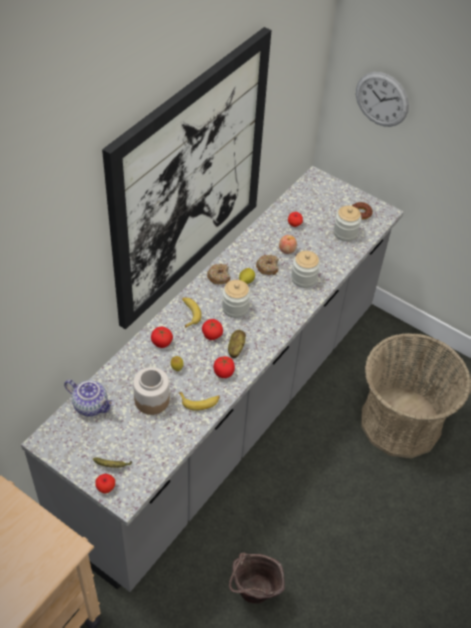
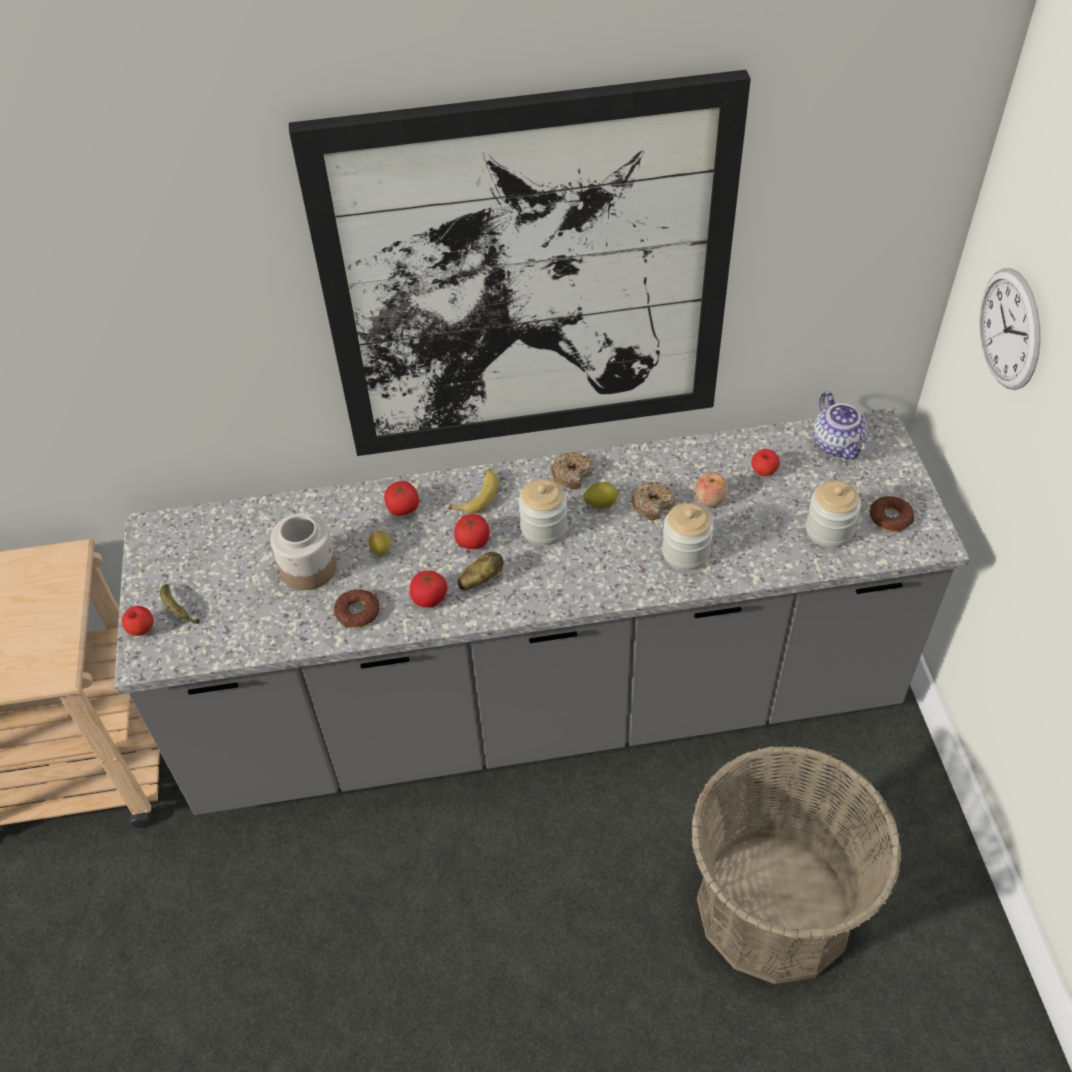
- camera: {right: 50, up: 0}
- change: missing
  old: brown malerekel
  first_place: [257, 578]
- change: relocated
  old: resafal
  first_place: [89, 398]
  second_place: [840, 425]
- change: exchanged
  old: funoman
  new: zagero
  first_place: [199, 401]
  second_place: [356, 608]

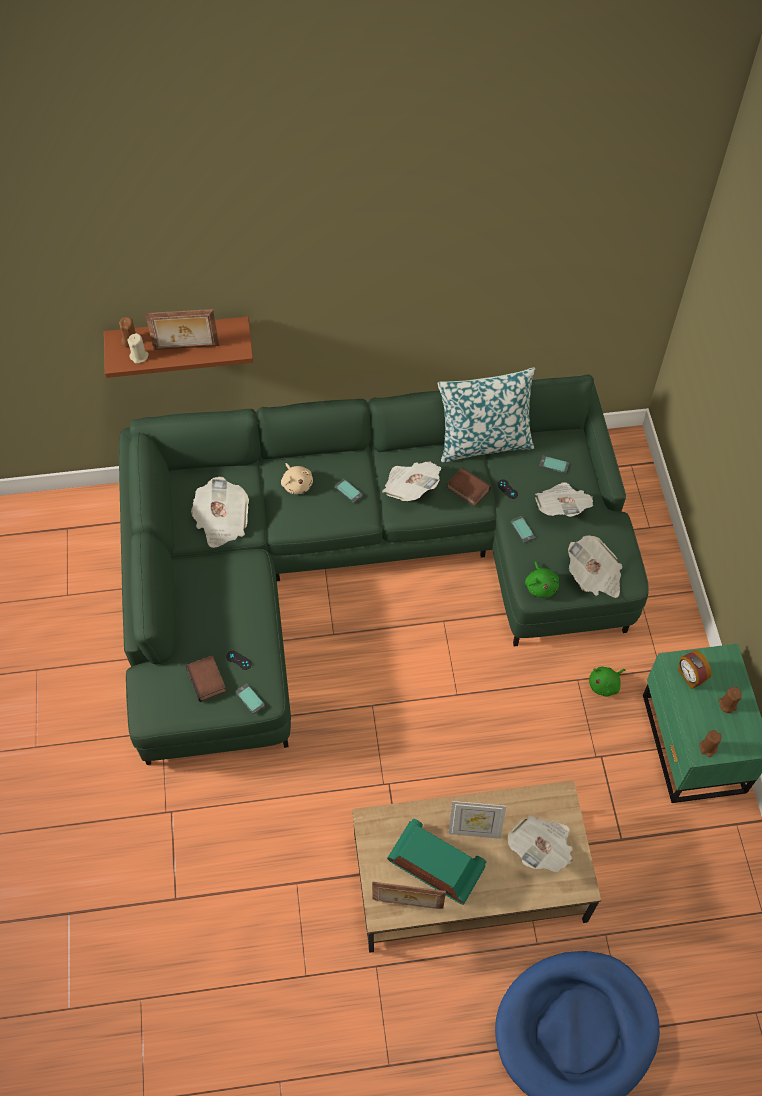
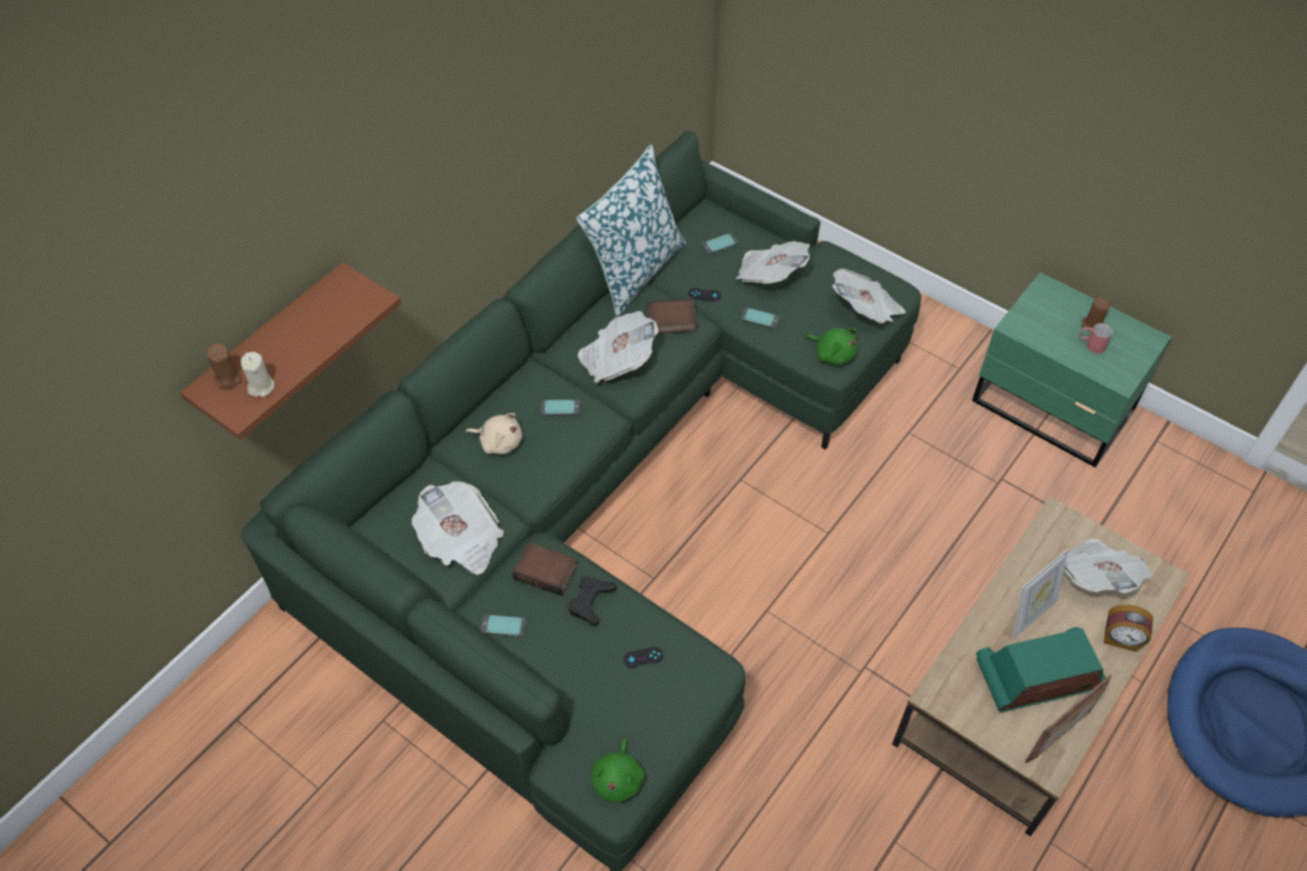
- camera: {right: -45, up: -5}
- change: missing
  old: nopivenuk
  first_place: [182, 329]
- change: missing
  old: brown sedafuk
  first_place: [710, 743]
- change: appeared
  new: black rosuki
  second_place: [592, 601]
- change: appeared
  new: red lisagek
  second_place: [1096, 338]
- change: relocated
  old: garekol
  first_place: [206, 678]
  second_place: [545, 569]
- change: relocated
  old: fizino
  first_place: [250, 698]
  second_place: [503, 625]
- change: relocated
  old: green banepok
  first_place: [607, 682]
  second_place: [618, 770]
- change: relocated
  old: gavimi
  first_place: [695, 669]
  second_place: [1128, 628]

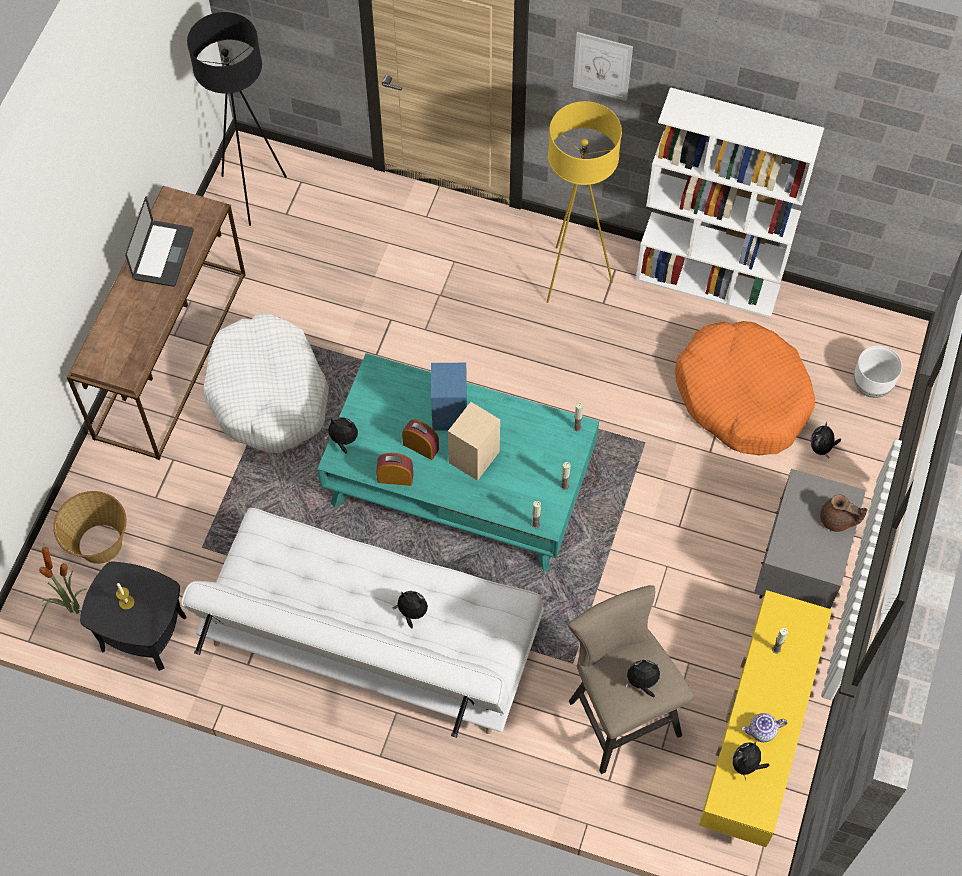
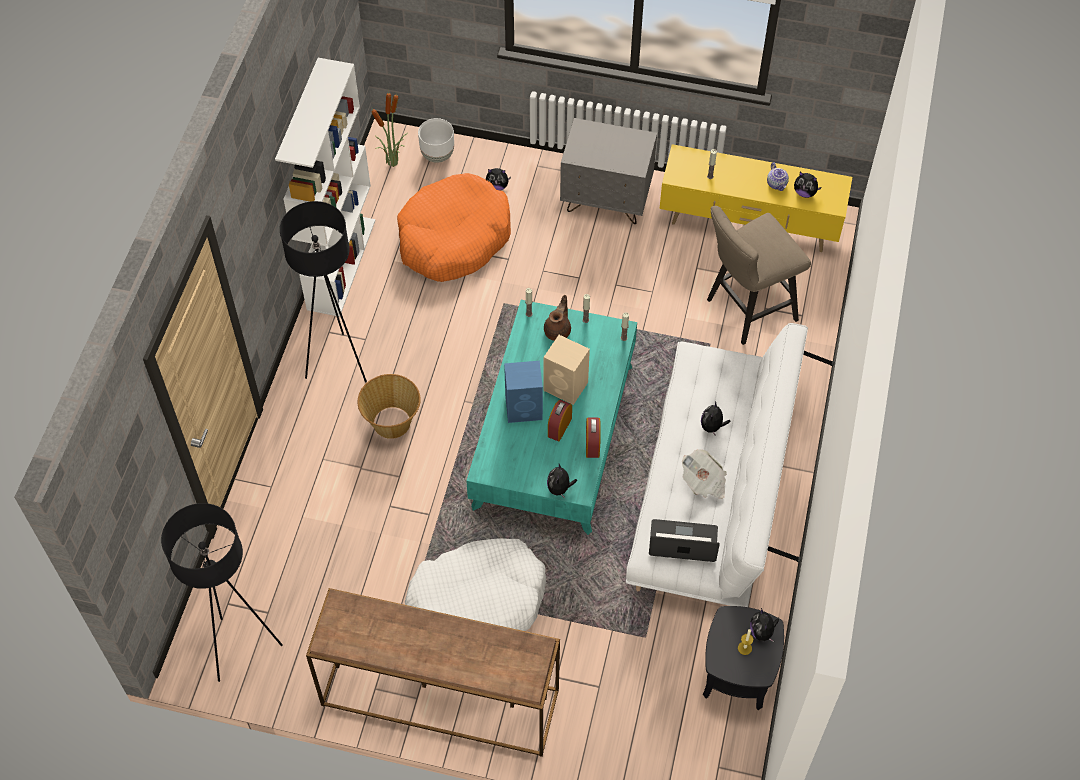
- camera: {right: -95, up: -5}
- change: missing
  old: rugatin
  first_place: [603, 66]
- change: appeared
  new: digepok
  second_place: [704, 474]
- change: relocated
  old: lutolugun
  first_place: [63, 578]
  second_place: [389, 130]
- change: relocated
  old: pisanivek
  first_place: [90, 527]
  second_place: [389, 406]
- change: relocated
  old: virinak
  first_place: [159, 242]
  second_place: [684, 540]
- change: relocated
  old: banepok
  first_place: [643, 678]
  second_place: [764, 625]
- change: relocated
  old: brown resafal
  first_place: [844, 513]
  second_place: [557, 318]
- change: colour
  old: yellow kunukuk
  new: black kunukuk
  first_place: [584, 202]
  second_place: [323, 291]

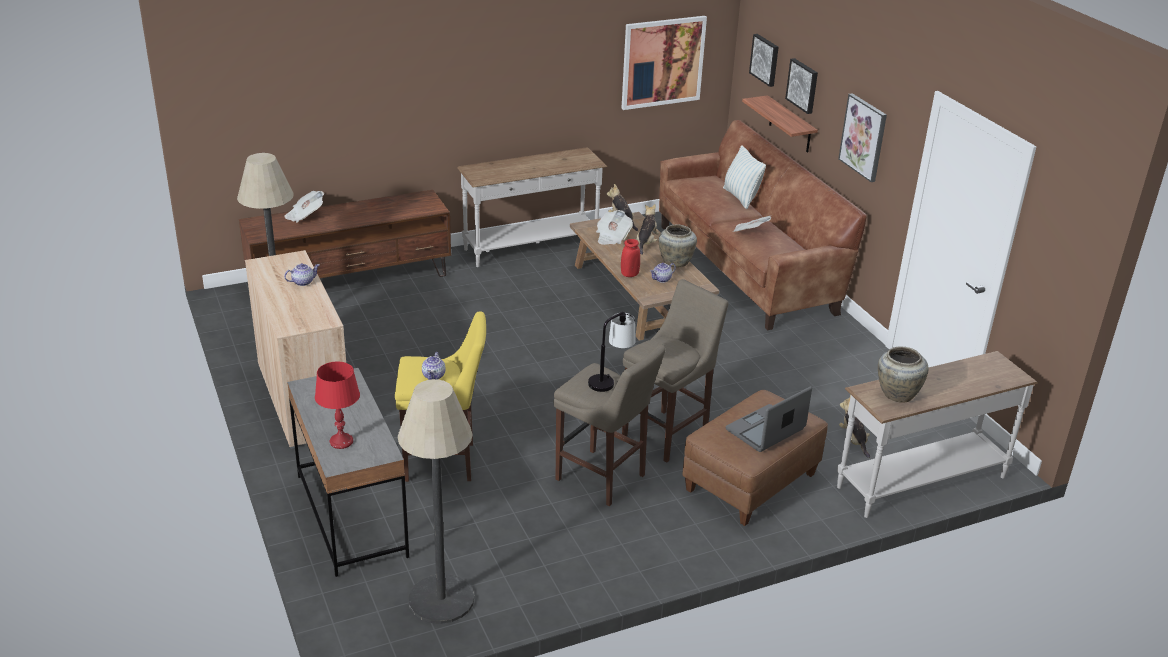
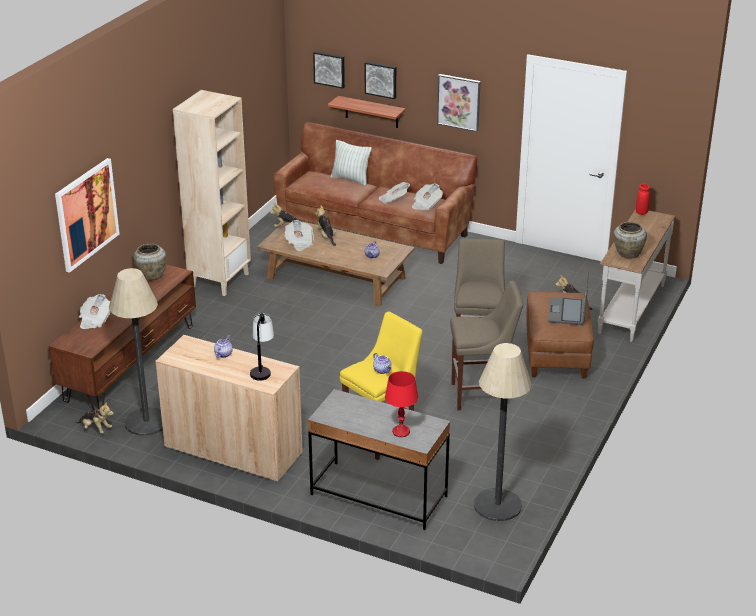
- camera: {right: -40, up: 0}
- change: appeared
  new: banepok
  second_place: [95, 417]
- change: appeared
  new: digepok
  second_place: [427, 197]
- change: relocated
  old: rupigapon
  first_place: [612, 352]
  second_place: [262, 347]
- change: relocated
  old: rugatin
  first_place: [664, 63]
  second_place: [87, 215]
- change: relocated
  old: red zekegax
  first_place: [630, 258]
  second_place: [643, 199]
- change: relocated
  old: beige zekegax
  first_place: [678, 245]
  second_place: [149, 262]
- change: exchanged
  old: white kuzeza
  new: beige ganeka
  first_place: [532, 207]
  second_place: [212, 193]

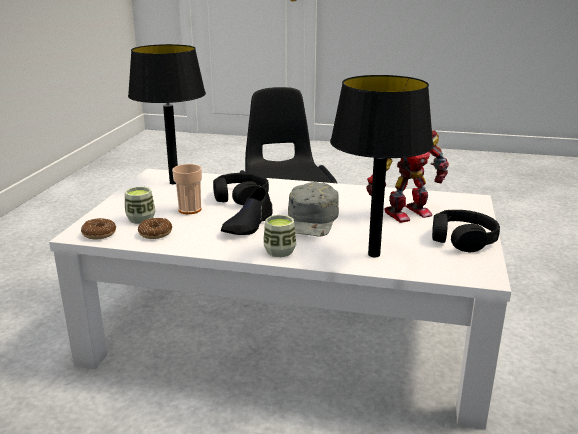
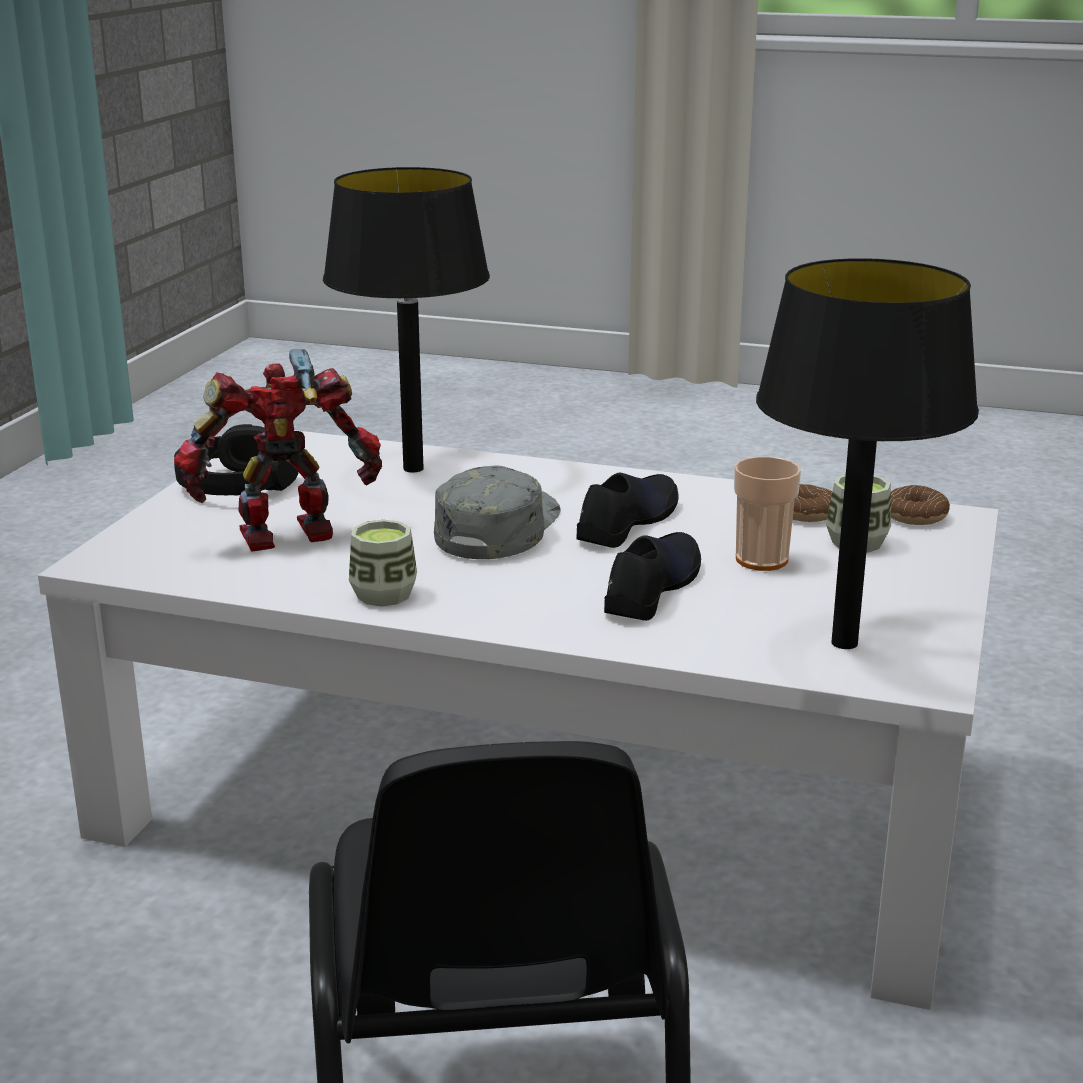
- camera: {right: -175, up: 0}
- change: relocated
  old: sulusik
  first_place: [279, 236]
  second_place: [383, 563]
- change: exchanged
  old: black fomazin
  new: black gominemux
  first_place: [241, 189]
  second_place: [652, 576]

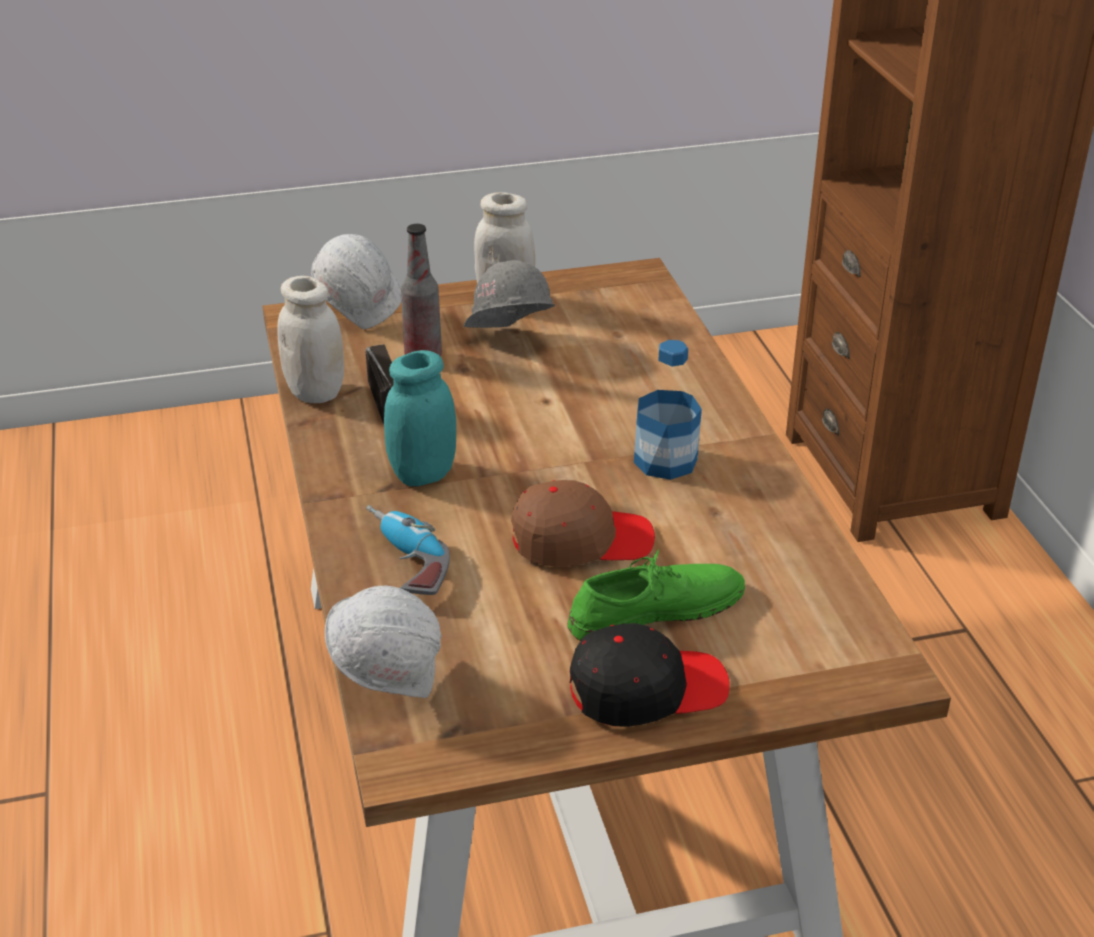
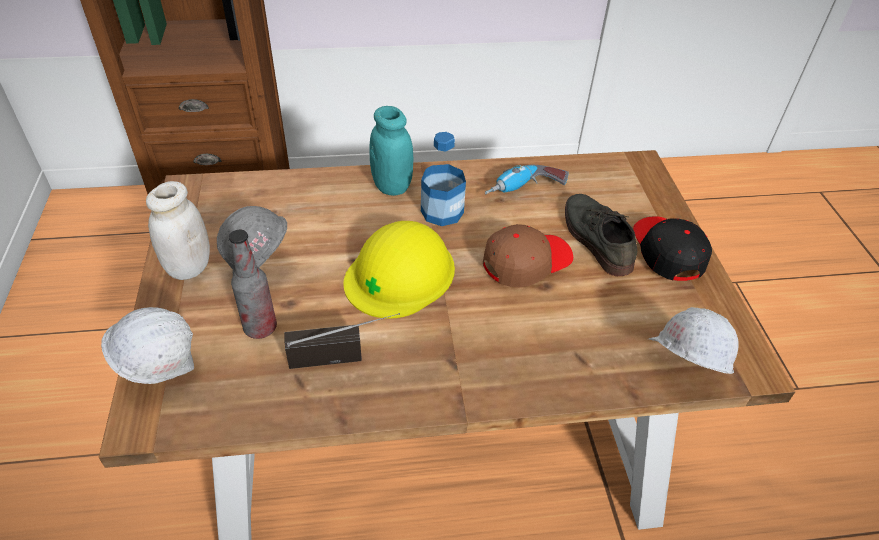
- camera: {right: -85, up: 10}
- change: missing
  old: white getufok
  first_place: [310, 339]
- change: appeared
  new: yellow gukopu
  second_place: [399, 270]
- change: relocated
  old: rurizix
  first_place: [408, 550]
  second_place: [527, 179]
- change: relocated
  old: turquoise getufok
  first_place: [420, 418]
  second_place: [391, 151]
- change: colour
  old: green gominemux
  new: grey gominemux
  first_place: [656, 595]
  second_place: [601, 235]
- change: spun
  old: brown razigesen
  first_place: [583, 523]
  second_place: [528, 255]
  degrees: 60

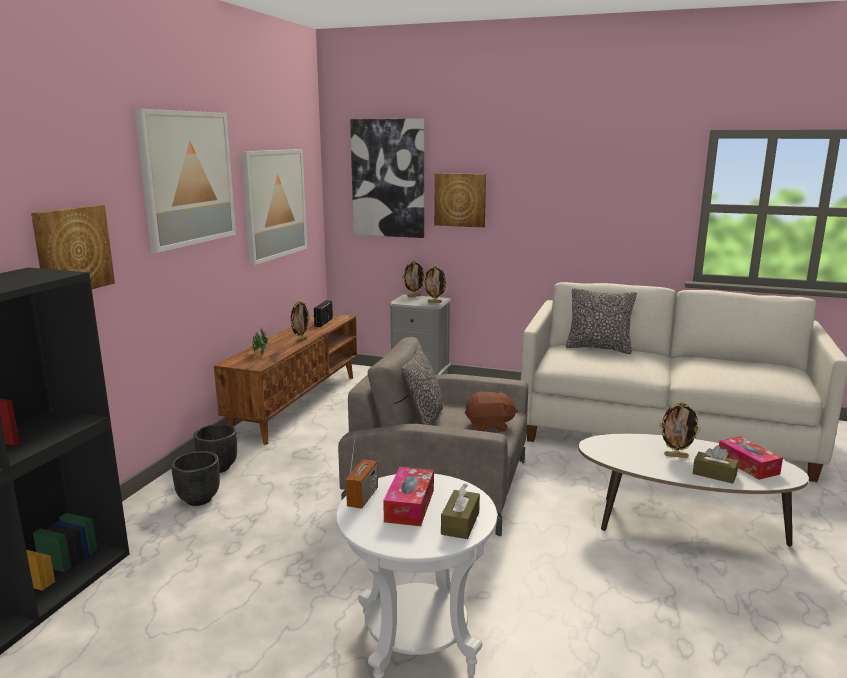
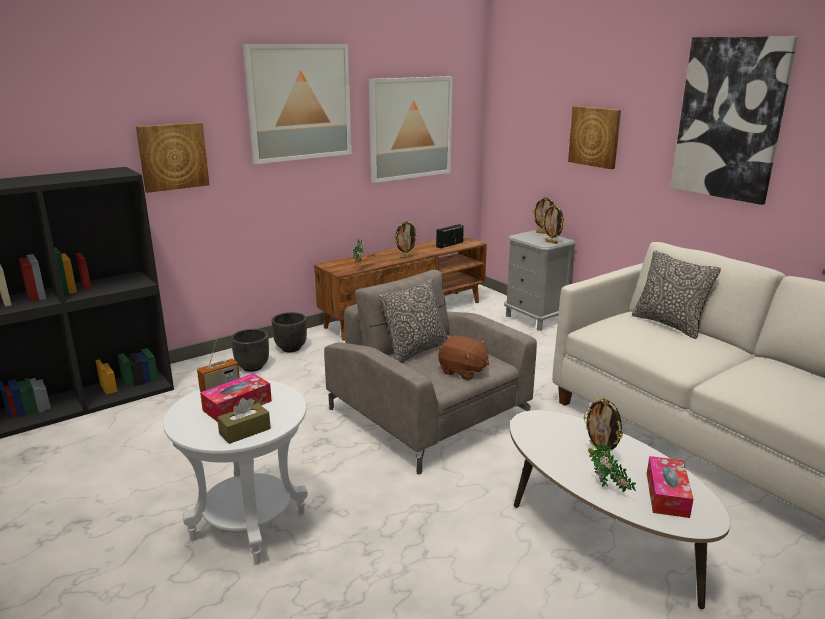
- camera: {right: 35, up: 5}
- change: relocated
  old: rugatin
  first_place: [387, 178]
  second_place: [734, 120]
- change: exchanged
  old: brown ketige
  new: lutolugun
  first_place: [716, 464]
  second_place: [612, 467]

